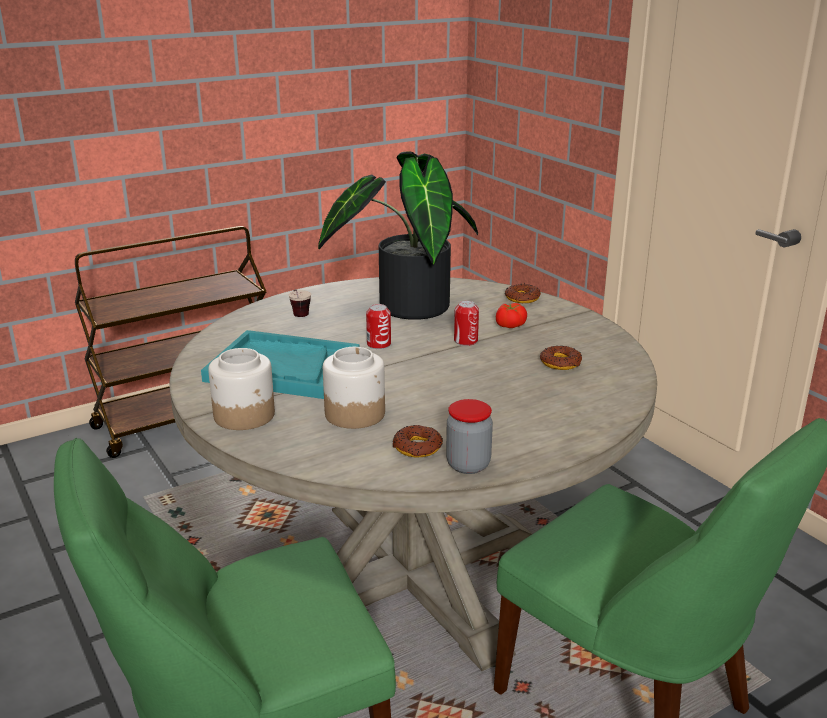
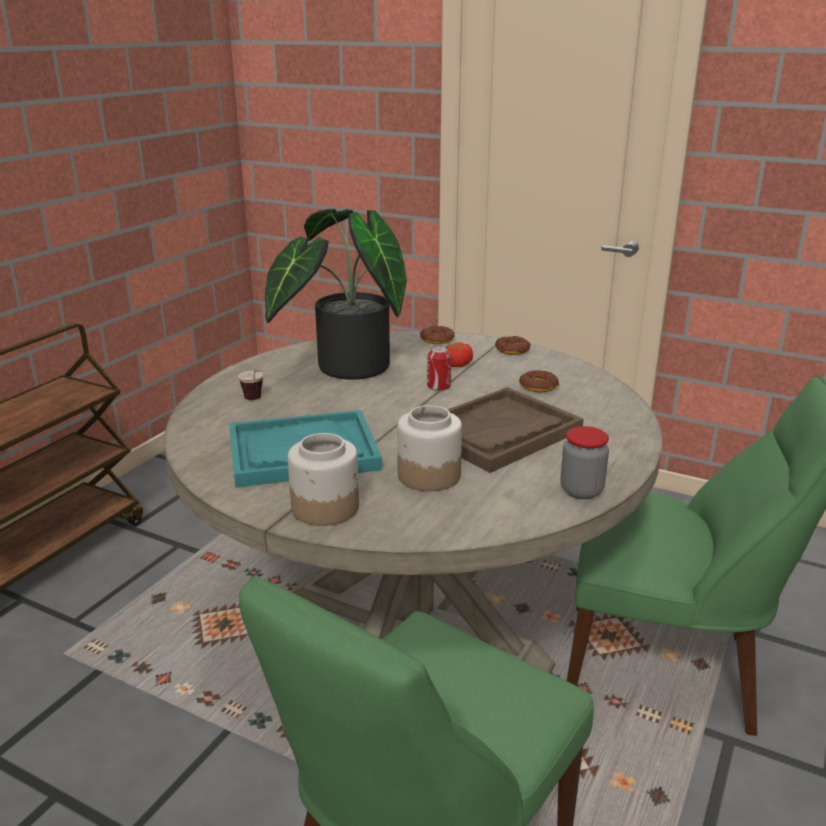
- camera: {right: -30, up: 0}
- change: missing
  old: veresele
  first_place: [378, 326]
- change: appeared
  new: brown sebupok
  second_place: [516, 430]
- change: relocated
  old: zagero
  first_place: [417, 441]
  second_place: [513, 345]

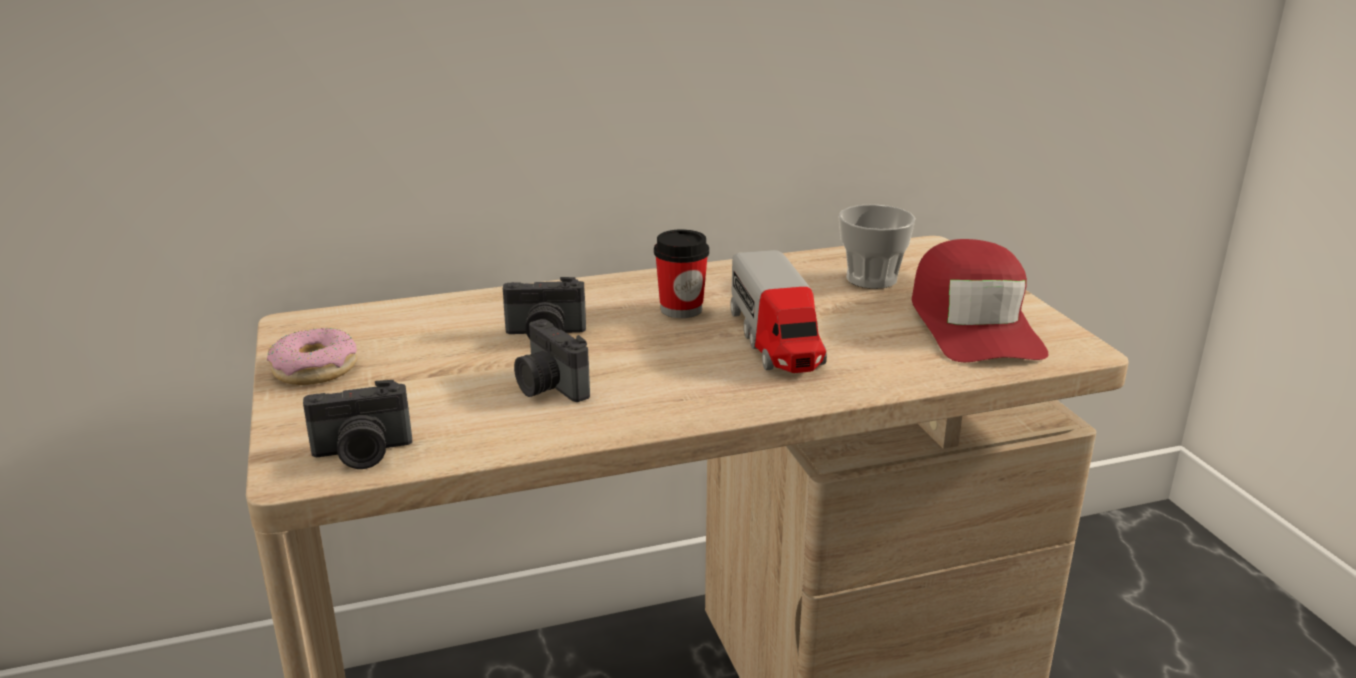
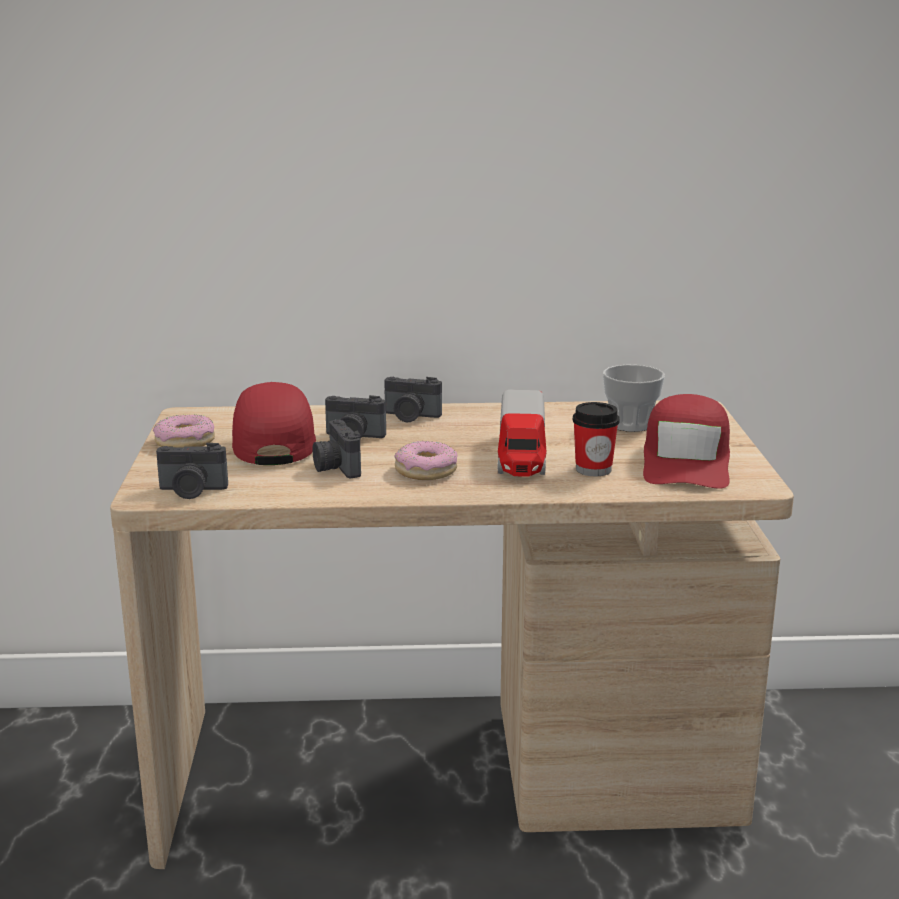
- camera: {right: 15, up: -5}
- change: appeared
  new: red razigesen
  second_place: [274, 423]
- change: appeared
  new: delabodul
  second_place: [413, 399]
- change: appeared
  new: zagero
  second_place: [425, 460]
- change: relocated
  old: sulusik
  first_place: [681, 273]
  second_place: [596, 439]

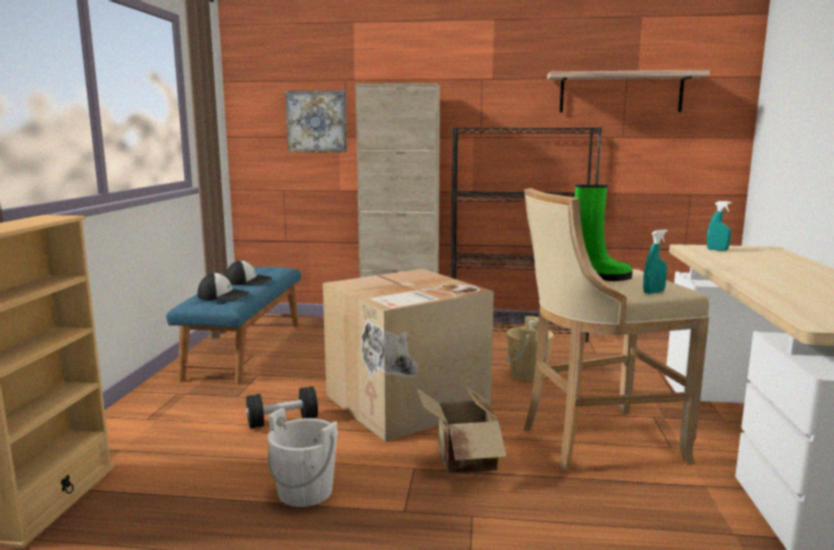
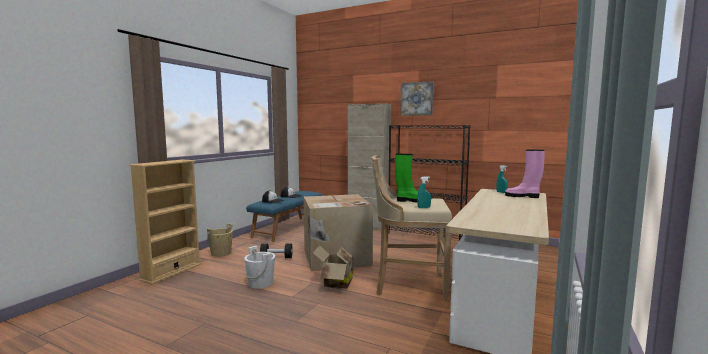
- camera: {right: 20, up: -5}
- change: missing
  old: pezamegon
  first_place: [628, 91]
- change: appeared
  new: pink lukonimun
  second_place: [525, 174]
- change: relocated
  old: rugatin
  first_place: [316, 121]
  second_place: [416, 98]
- change: relocated
  old: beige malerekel
  first_place: [530, 348]
  second_place: [220, 240]

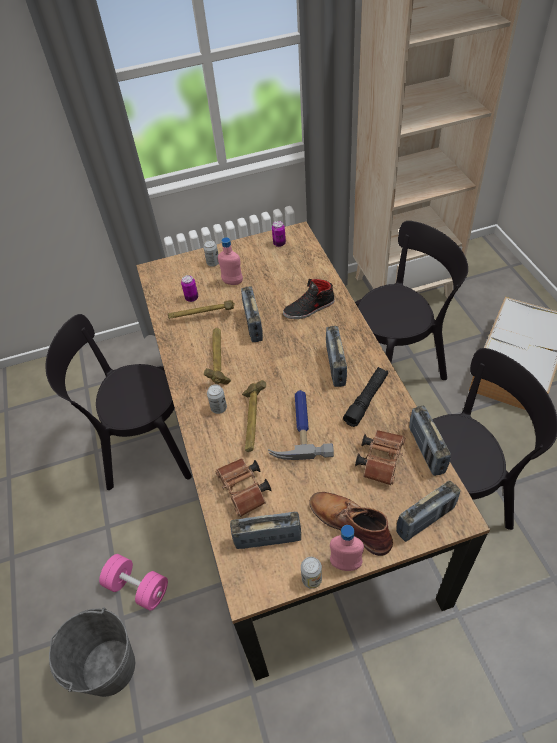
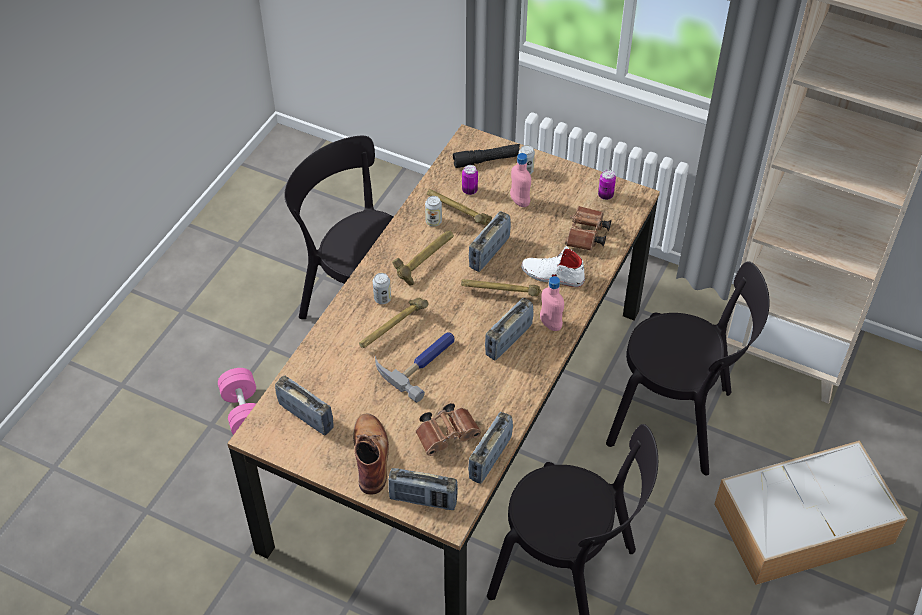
- camera: {right: 40, up: 0}
- change: missing
  old: grey malerekel
  first_place: [92, 652]
- change: appeared
  new: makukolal
  second_place: [501, 287]
- change: relocated
  old: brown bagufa
  first_place: [243, 487]
  second_place: [588, 228]
- change: relocated
  old: veresele
  first_place: [311, 573]
  second_place: [433, 211]
- change: relocated
  old: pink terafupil
  first_place: [347, 548]
  second_place: [552, 303]
- change: relocated
  old: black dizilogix
  first_place: [365, 397]
  second_place: [486, 156]
- change: colour
  old: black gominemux
  new: white gominemux
  first_place: [309, 299]
  second_place: [553, 266]

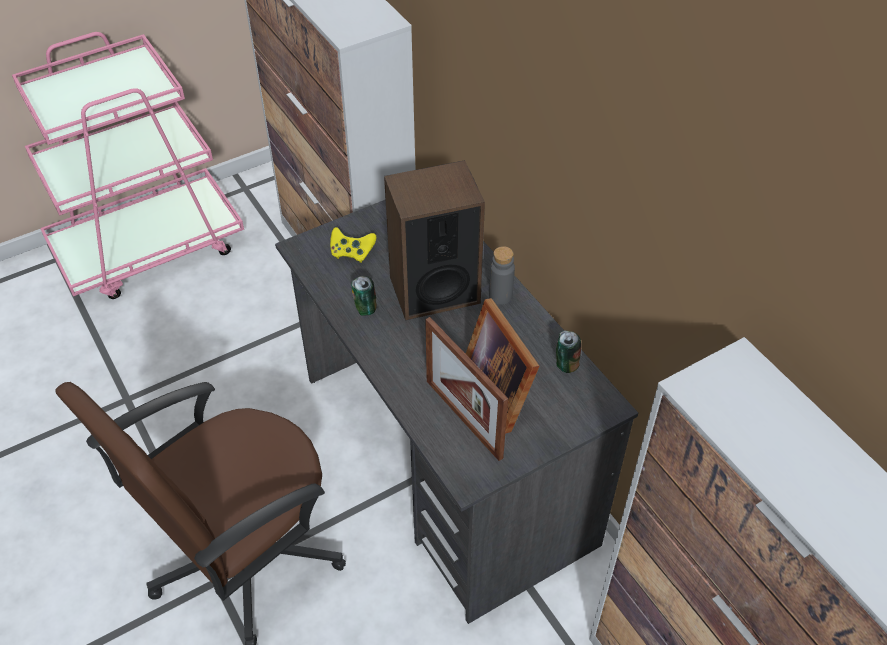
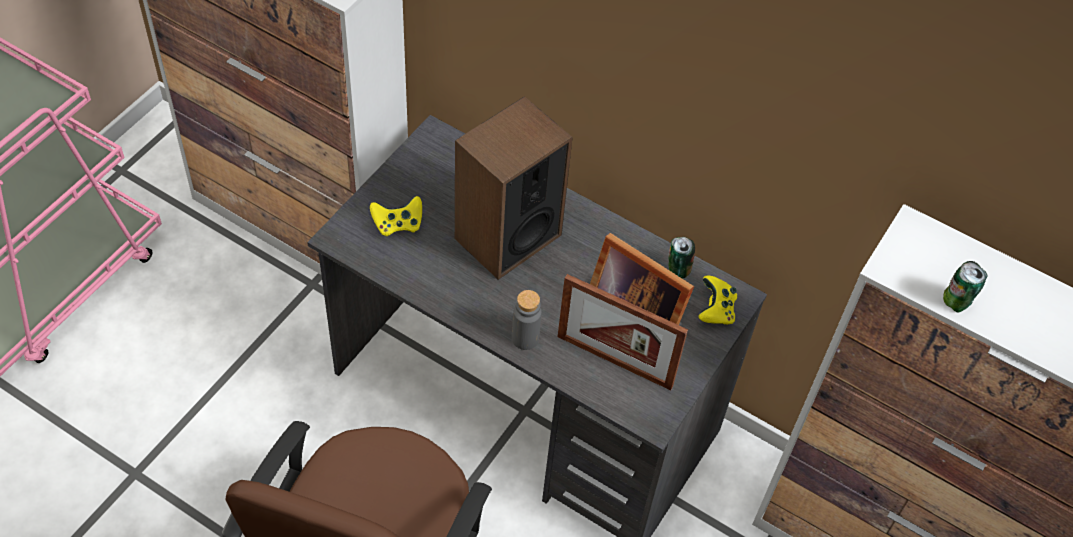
- camera: {right: -30, up: 5}
- change: appeared
  new: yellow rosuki
  second_place: [718, 300]
- change: relocated
  old: veresele
  first_place: [364, 296]
  second_place: [965, 287]
- change: relocated
  old: grey terafupil
  first_place: [502, 275]
  second_place: [527, 320]

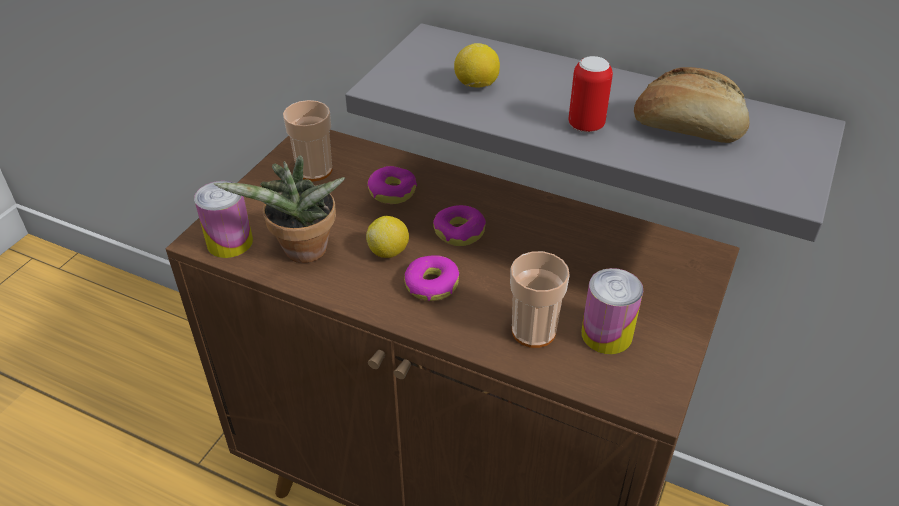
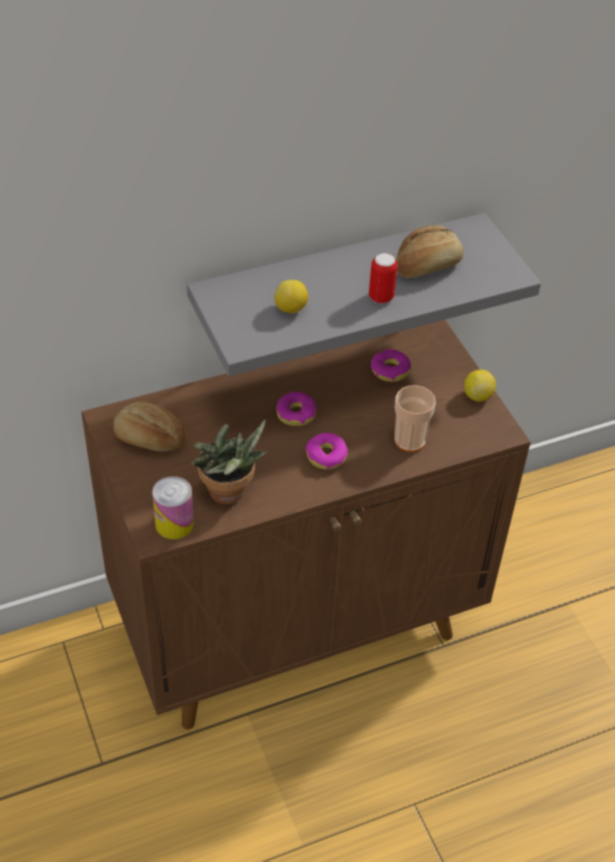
- camera: {right: -50, up: 5}
- change: missing
  old: veresele
  first_place: [612, 311]
- change: relocated
  old: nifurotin
  first_place: [387, 237]
  second_place: [480, 386]
- change: relocated
  old: zagero
  first_place: [392, 185]
  second_place: [391, 365]
- change: exchanged
  old: sulusik
  new: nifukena
  first_place: [307, 140]
  second_place: [149, 426]

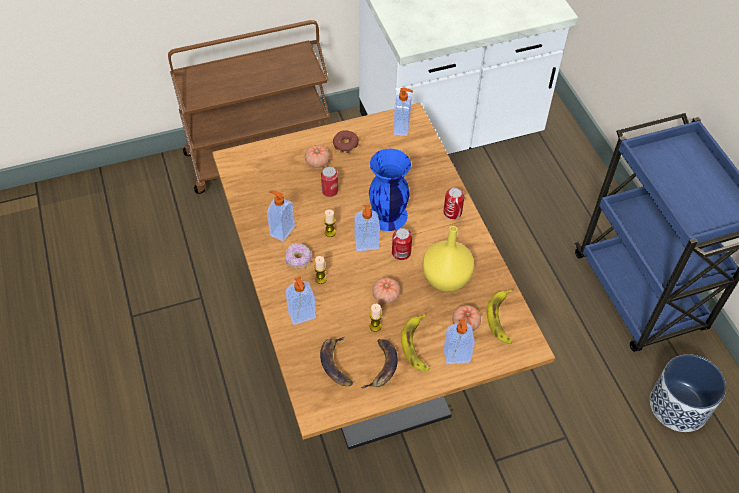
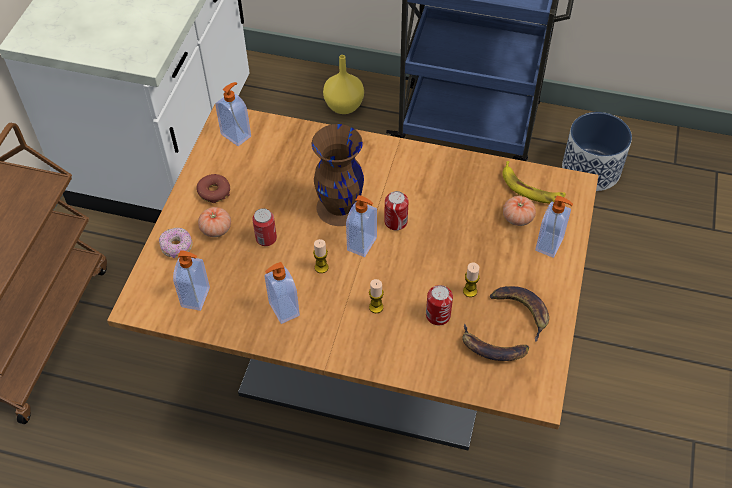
- camera: {right: -55, up: 0}
- change: missing
  old: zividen
  first_place: [386, 290]
- change: missing
  old: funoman
  first_place: [415, 342]
- change: relocated
  old: zagero
  first_place: [298, 256]
  second_place: [176, 243]
- change: relocated
  old: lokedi
  first_place: [301, 301]
  second_place: [191, 280]
- change: relocated
  old: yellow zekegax
  first_place: [448, 259]
  second_place: [343, 84]
- change: relocated
  old: veresele
  first_place: [454, 203]
  second_place: [439, 305]
- change: colour
  old: blue zekegax
  new: brown zekegax
  first_place: [390, 190]
  second_place: [338, 175]

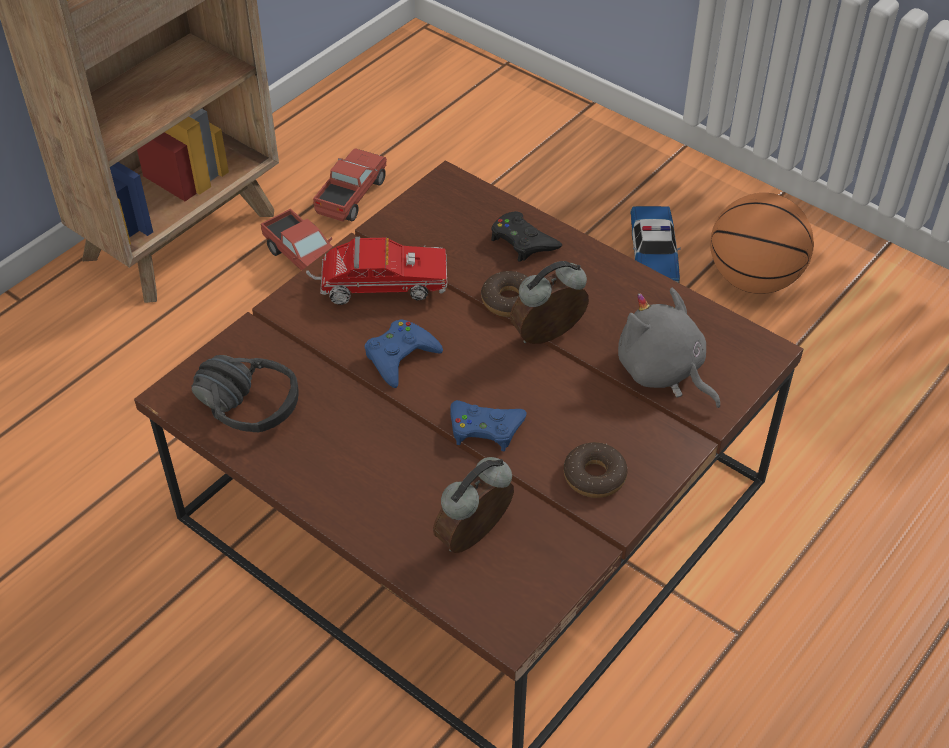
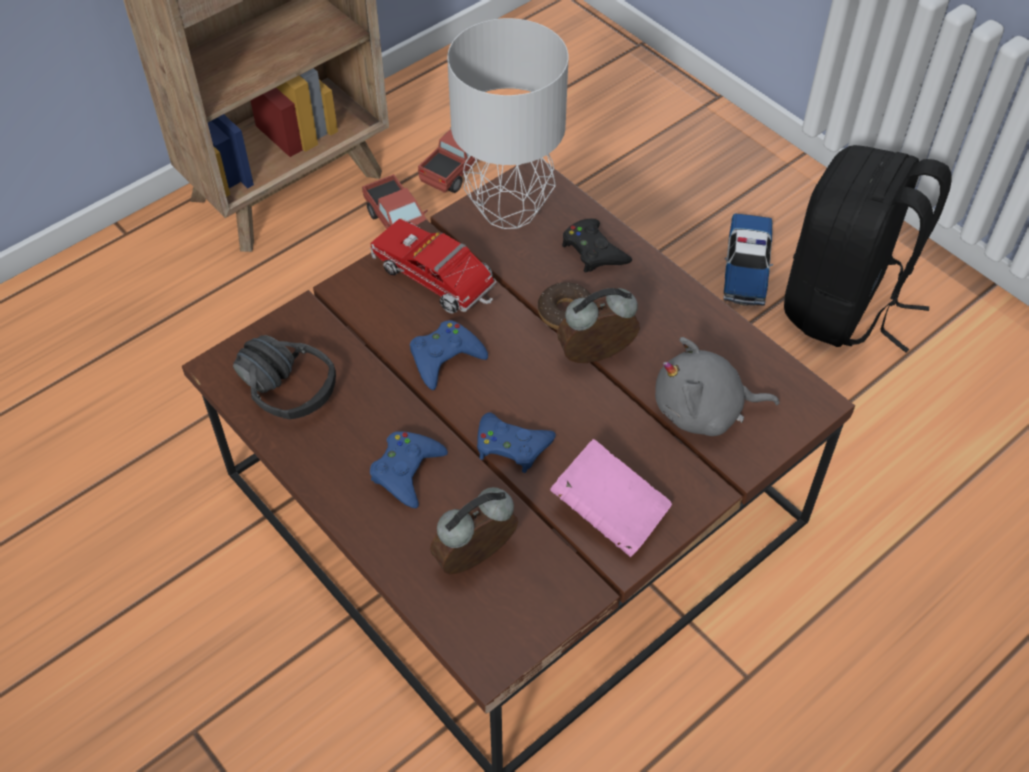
- camera: {right: 10, up: 5}
- change: appeared
  new: blue rosuki
  second_place: [409, 469]
- change: appeared
  new: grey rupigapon
  second_place: [507, 123]
- change: exchanged
  old: zagero
  new: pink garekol
  first_place: [595, 470]
  second_place: [611, 498]
- change: exchanged
  old: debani
  new: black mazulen
  first_place: [762, 243]
  second_place: [868, 249]
- change: spun
  old: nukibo
  first_place: [376, 271]
  second_place: [433, 266]
  degrees: -150
- change: spun
  old: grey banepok
  first_place: [669, 348]
  second_place: [717, 386]
  degrees: -60

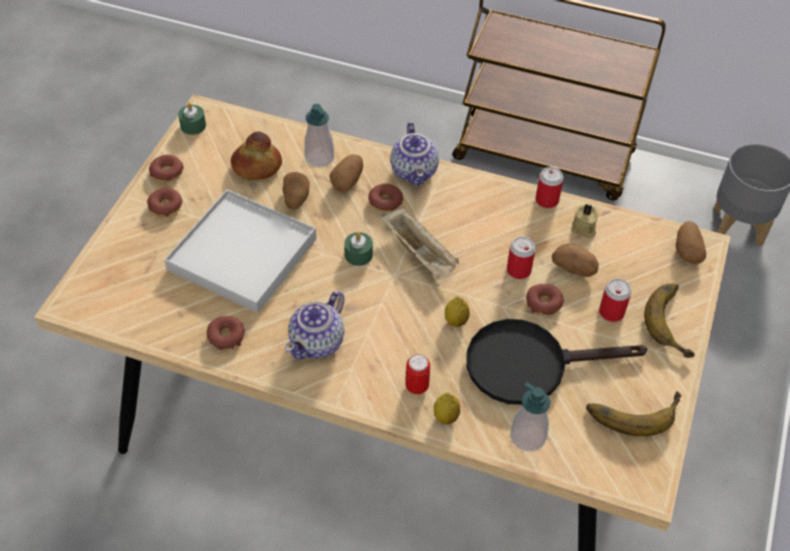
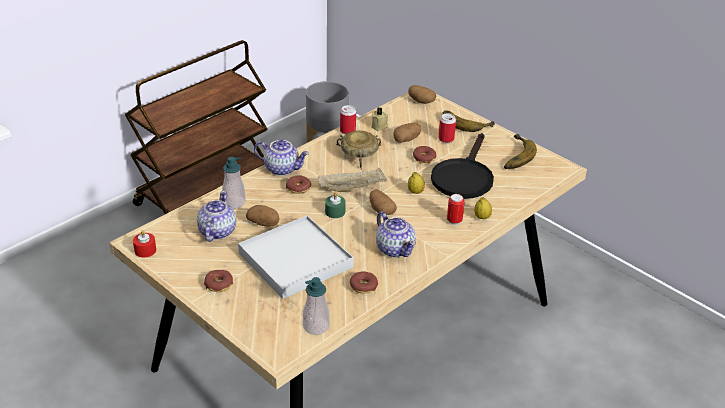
- camera: {right: -65, up: -15}
- change: missing
  old: zagero
  first_place: [166, 168]
- change: missing
  old: veresele
  first_place: [521, 257]
- change: appeared
  new: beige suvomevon
  second_place: [358, 150]
- change: relocated
  old: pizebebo
  first_place: [346, 173]
  second_place: [383, 202]
- change: relocated
  old: lokedi
  first_place: [530, 417]
  second_place: [316, 306]
- change: exchanged
  old: nifukena
  new: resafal
  first_place: [256, 156]
  second_place: [216, 216]
- change: colour
  old: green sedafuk
  new: red sedafuk
  first_place: [192, 119]
  second_place: [144, 243]

